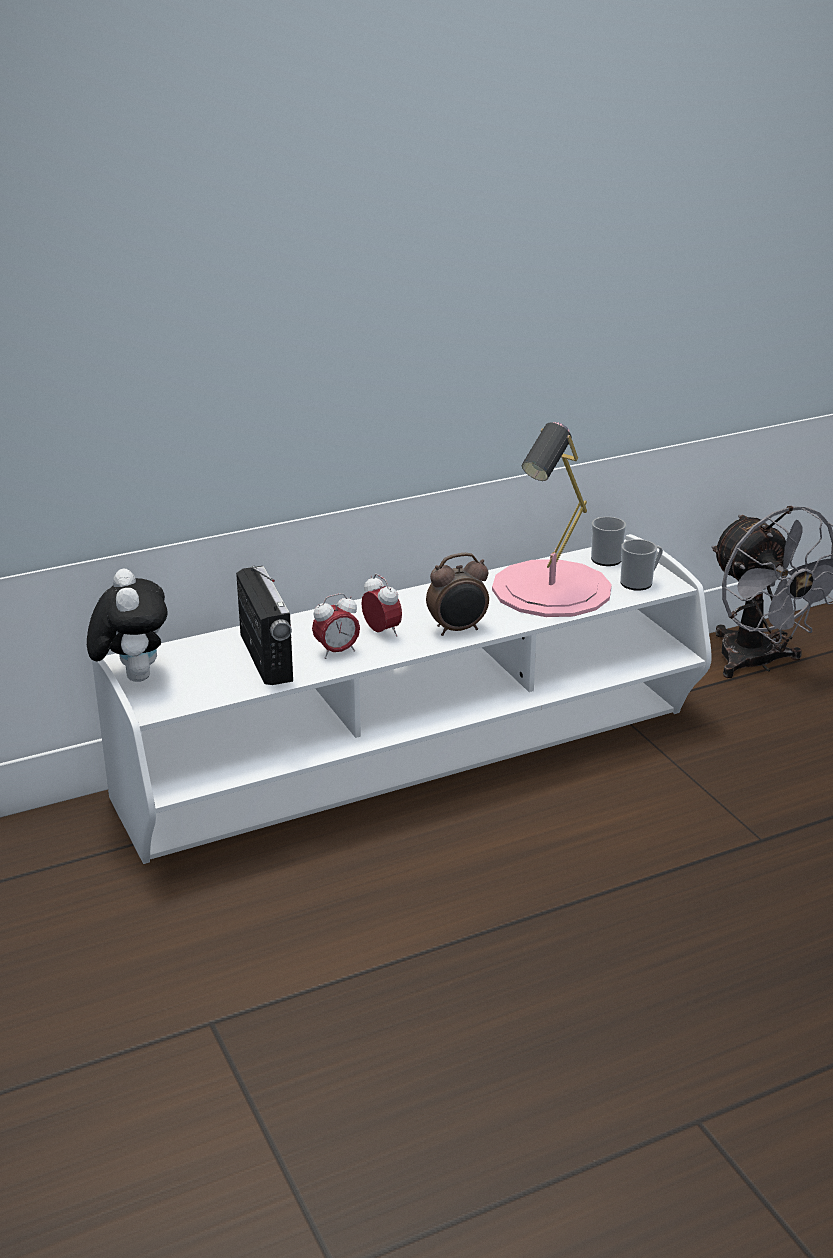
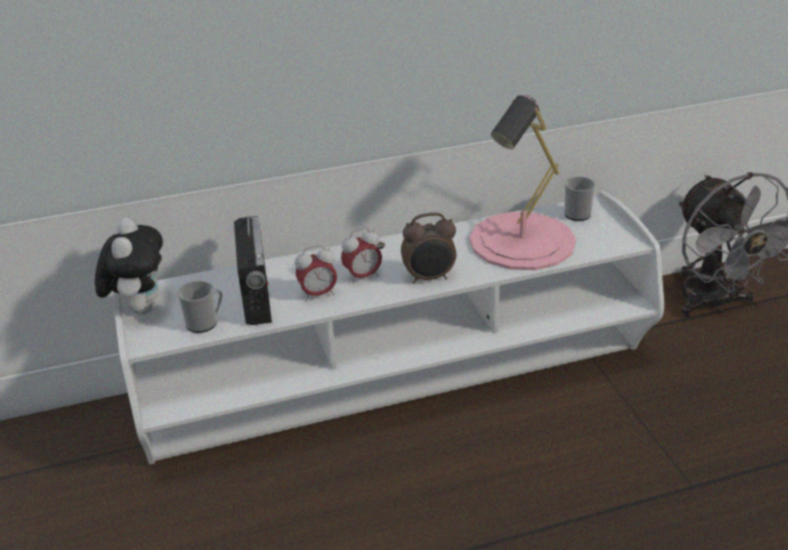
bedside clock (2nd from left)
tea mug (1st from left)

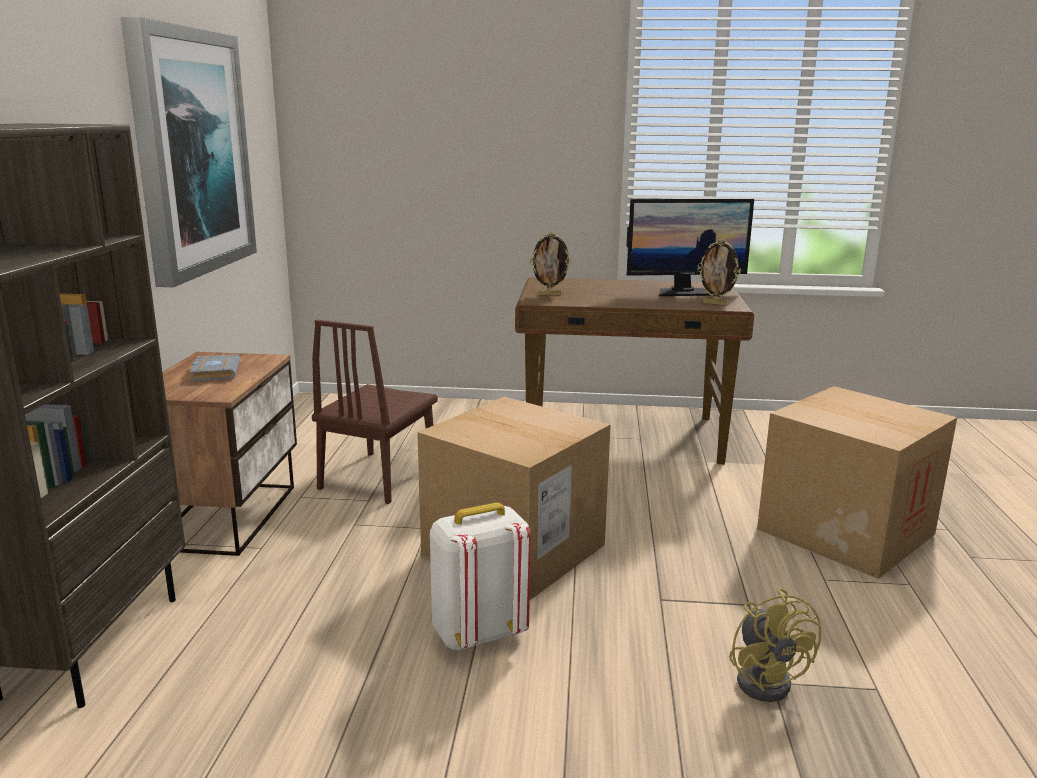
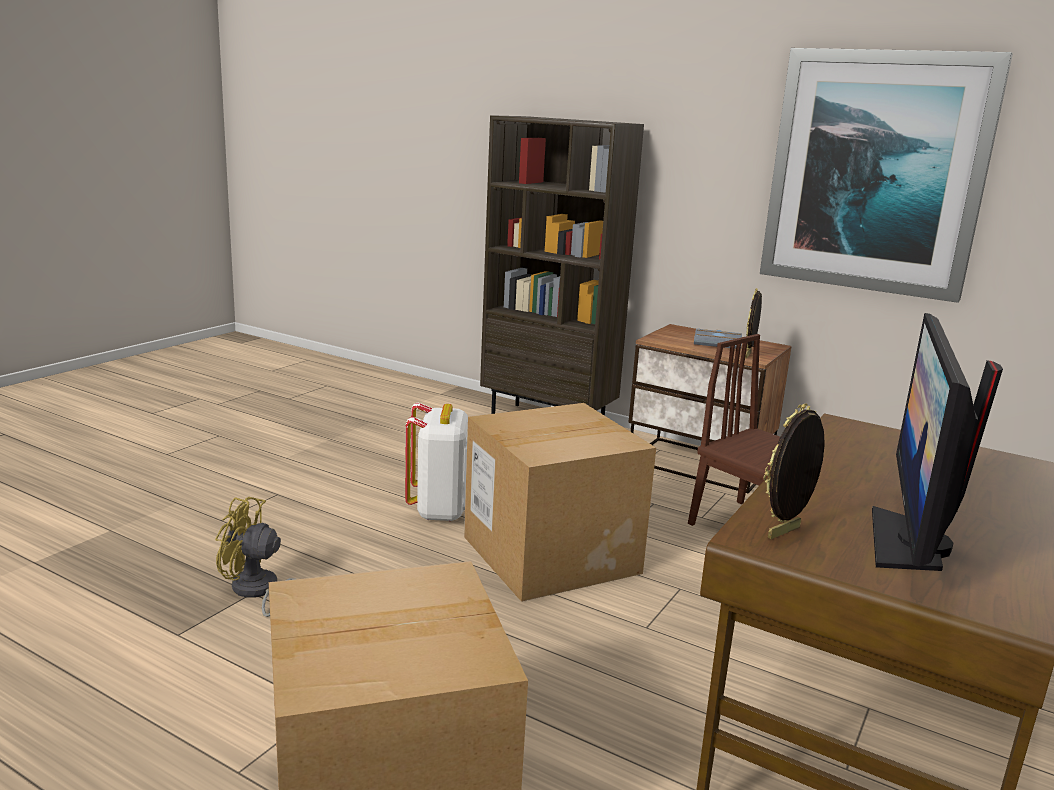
photo frame (1st from left)

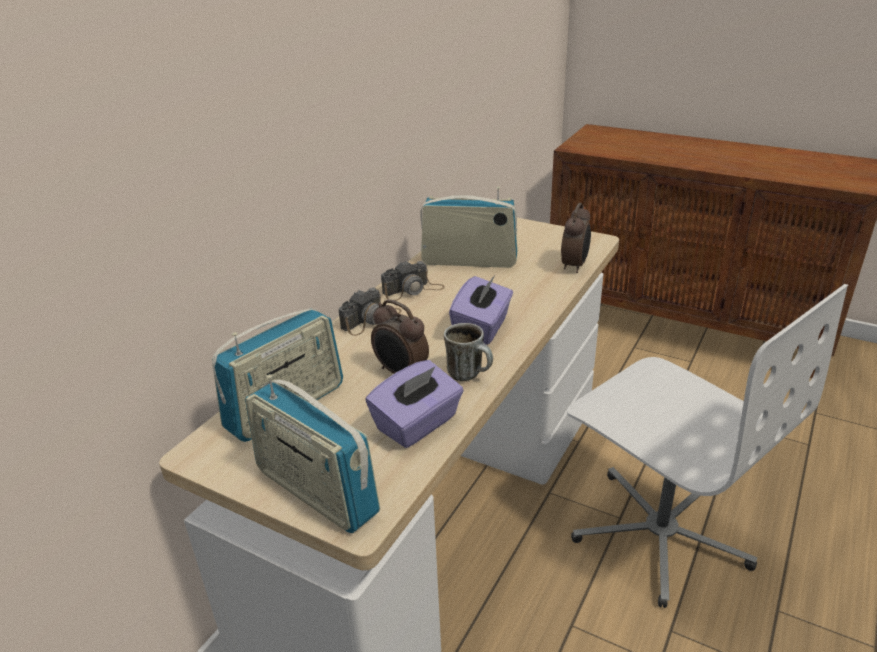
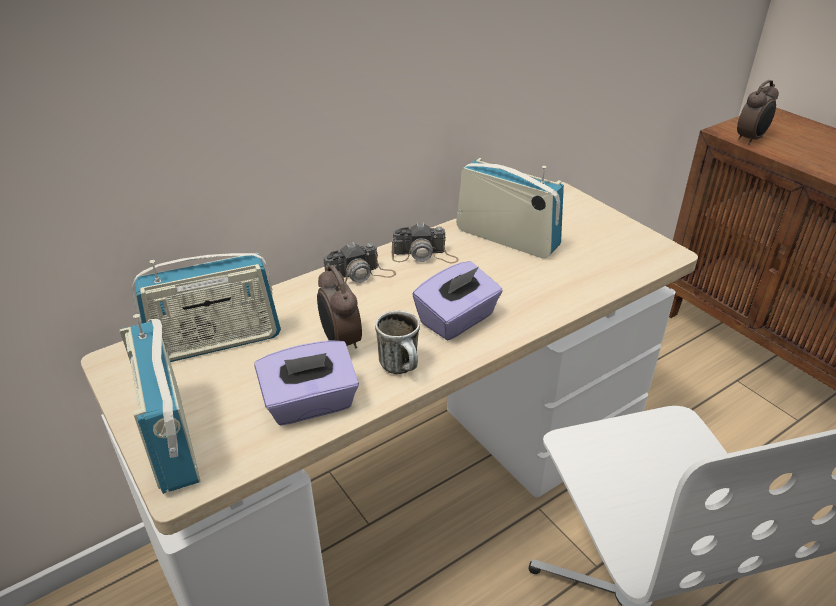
bedside clock (2nd from left)

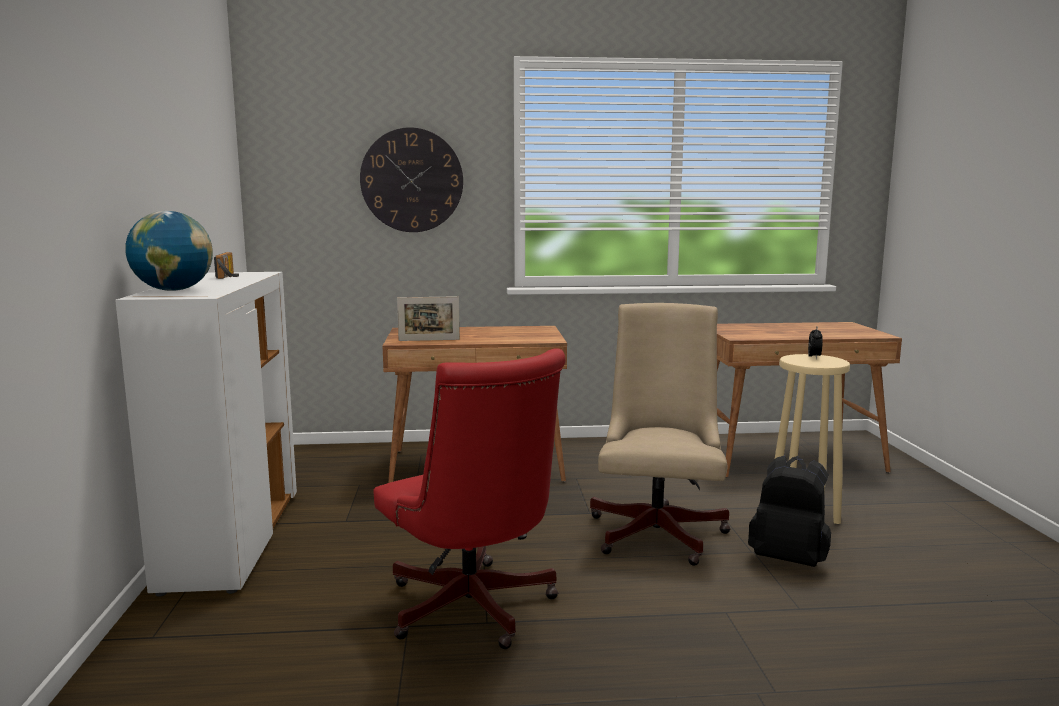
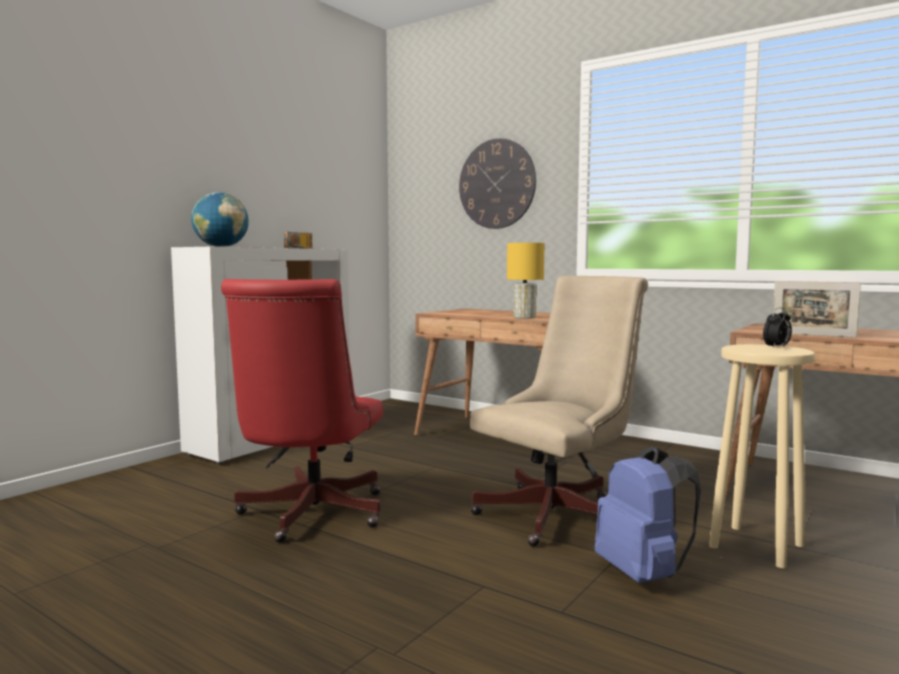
photo frame
blue-coloured backpack
yellow-coloured table lamp

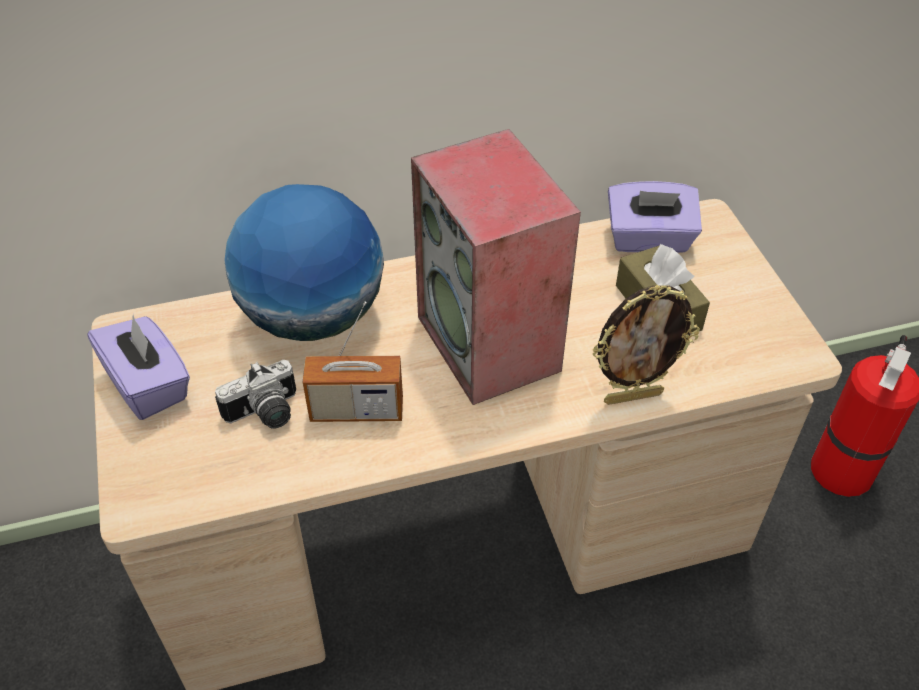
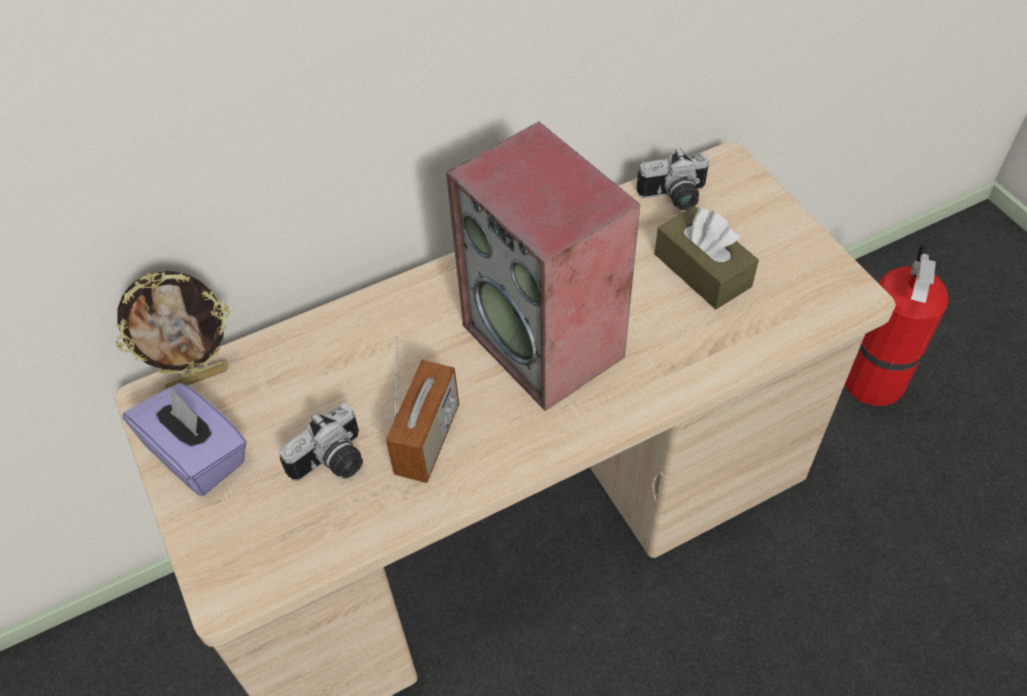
desk globe
radio receiver
photo frame
still camera (2nd from left)

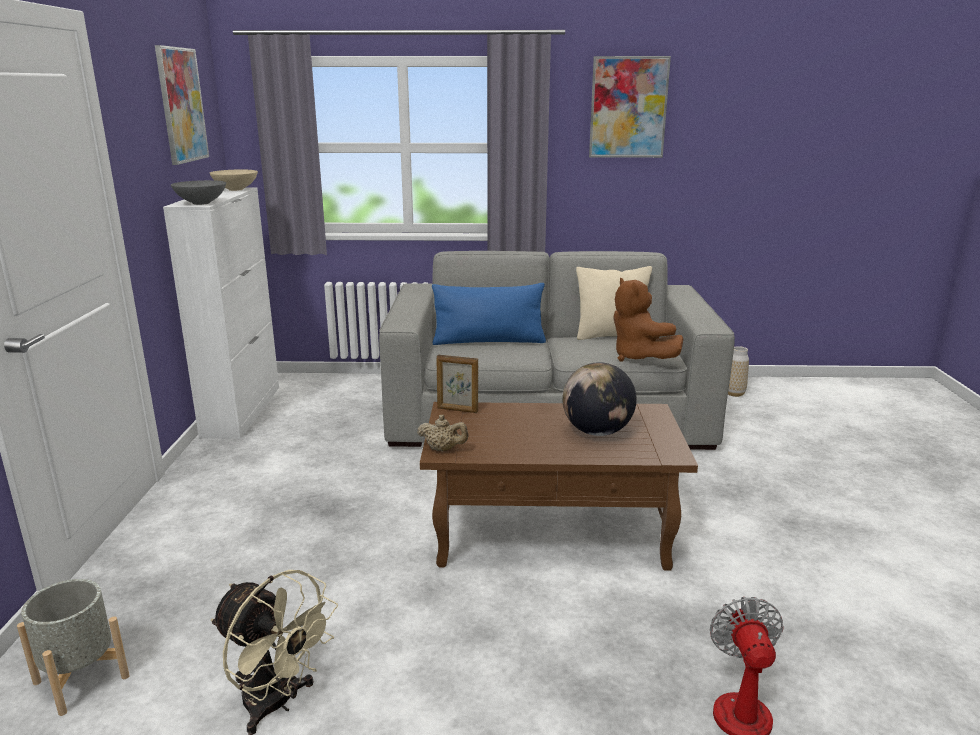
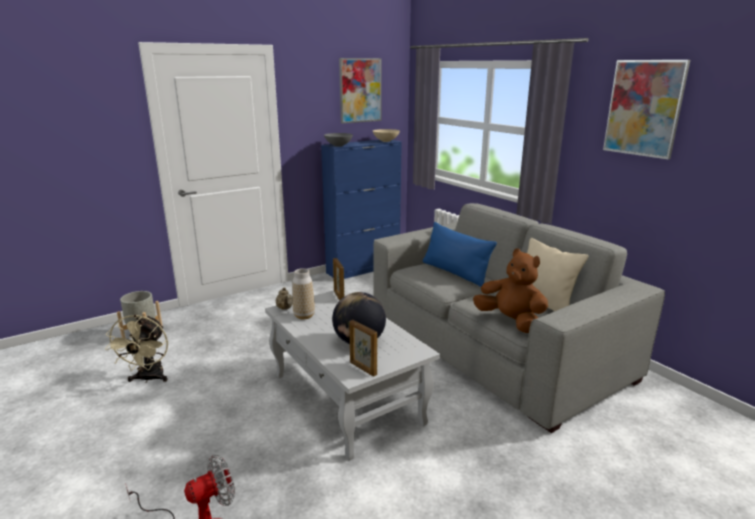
blue-coloured cupboard
white lounge table
brown cuddly toy
vase
photo frame (2nd from left)

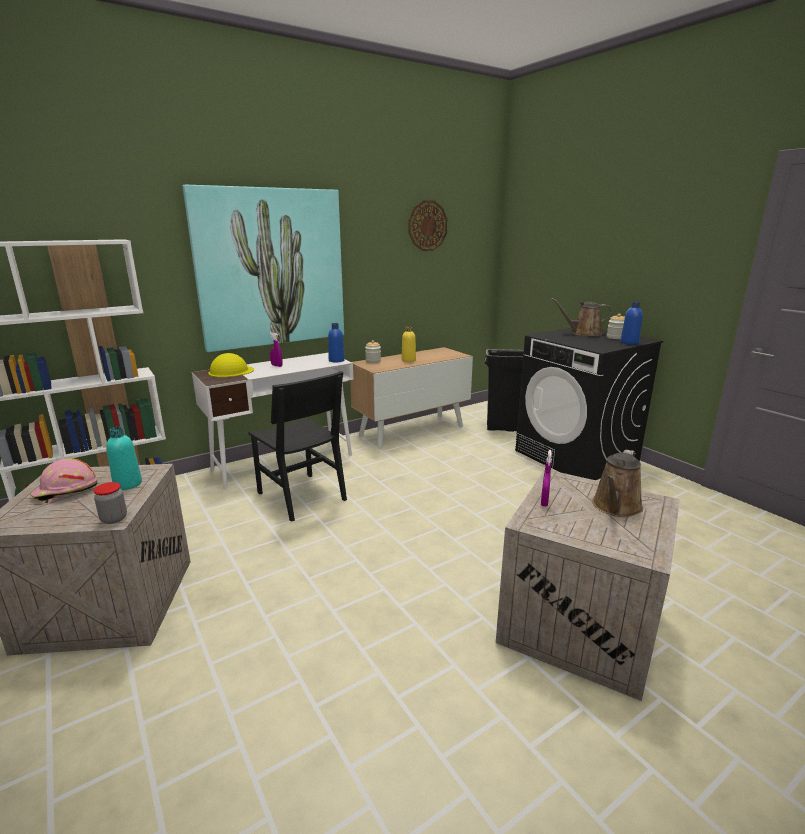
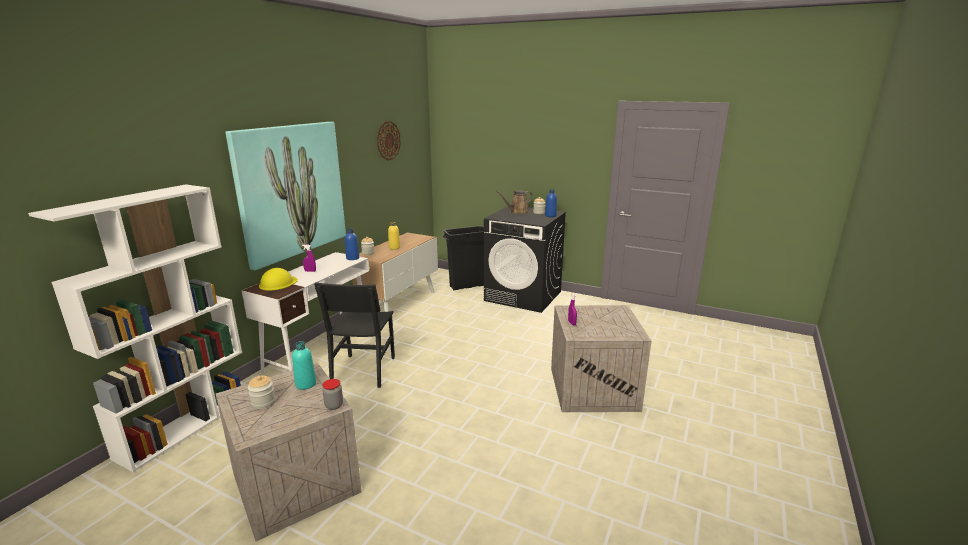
preserve jar (1st from left)
blackish upright chair
brown sprinkling can (2nd from left in the first image)

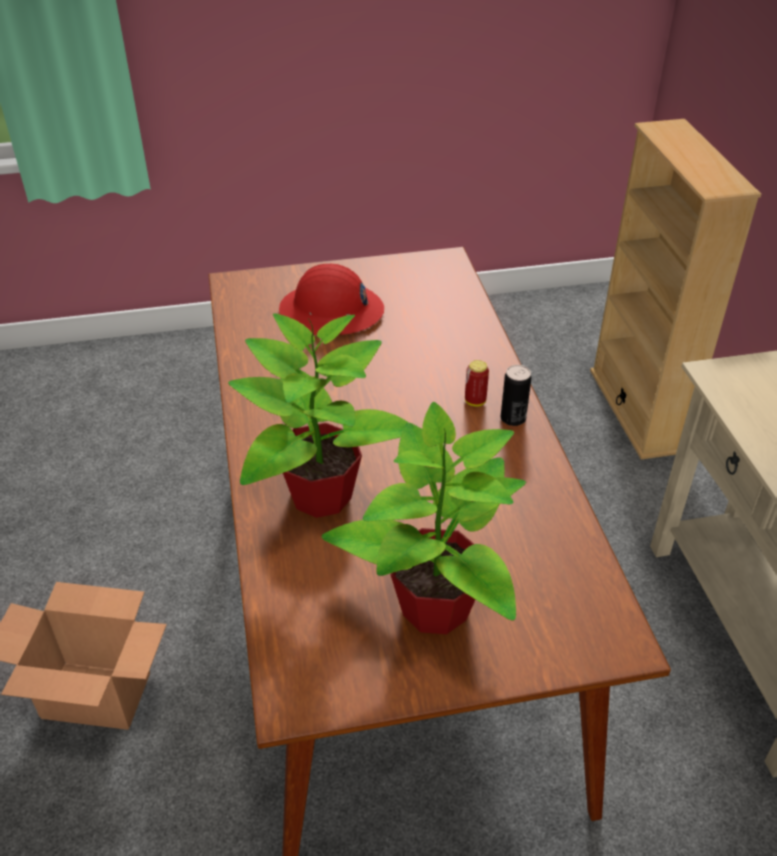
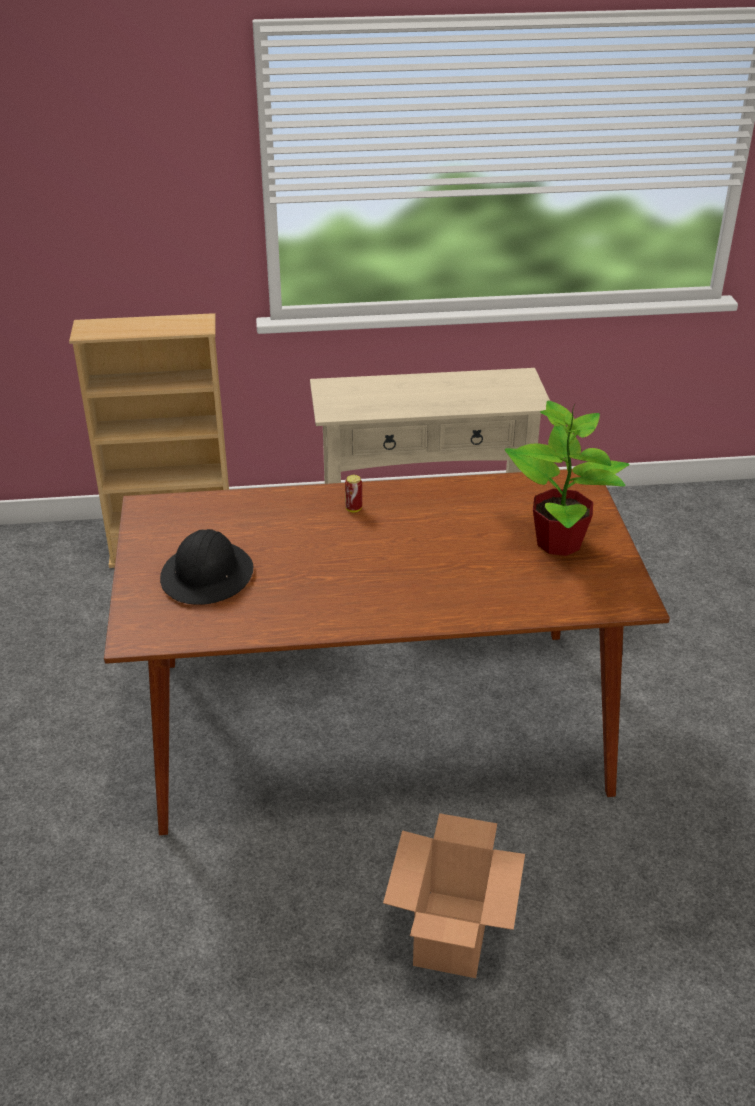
houseplant (1st from left in the first image)
blackish hard hat
metal can (2nd from left in the first image)

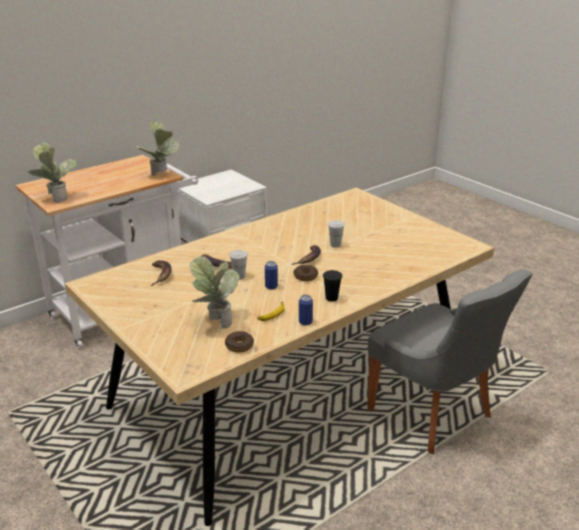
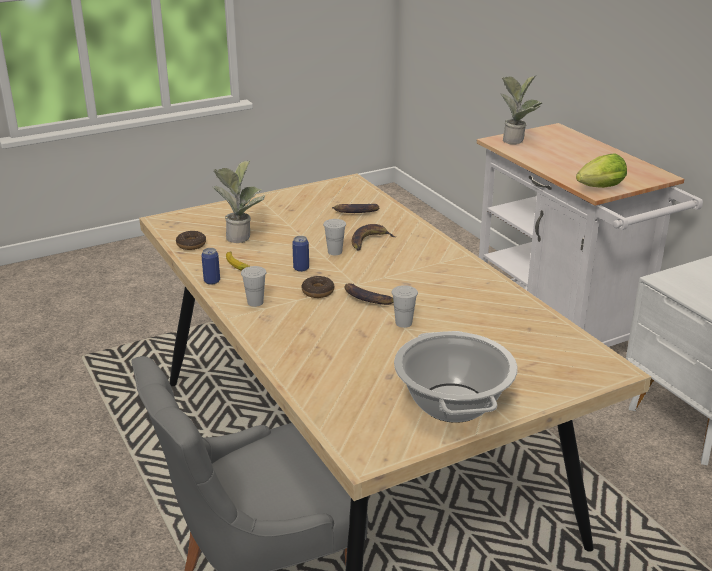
lettuce
white cup (1st from left)
stockpot

